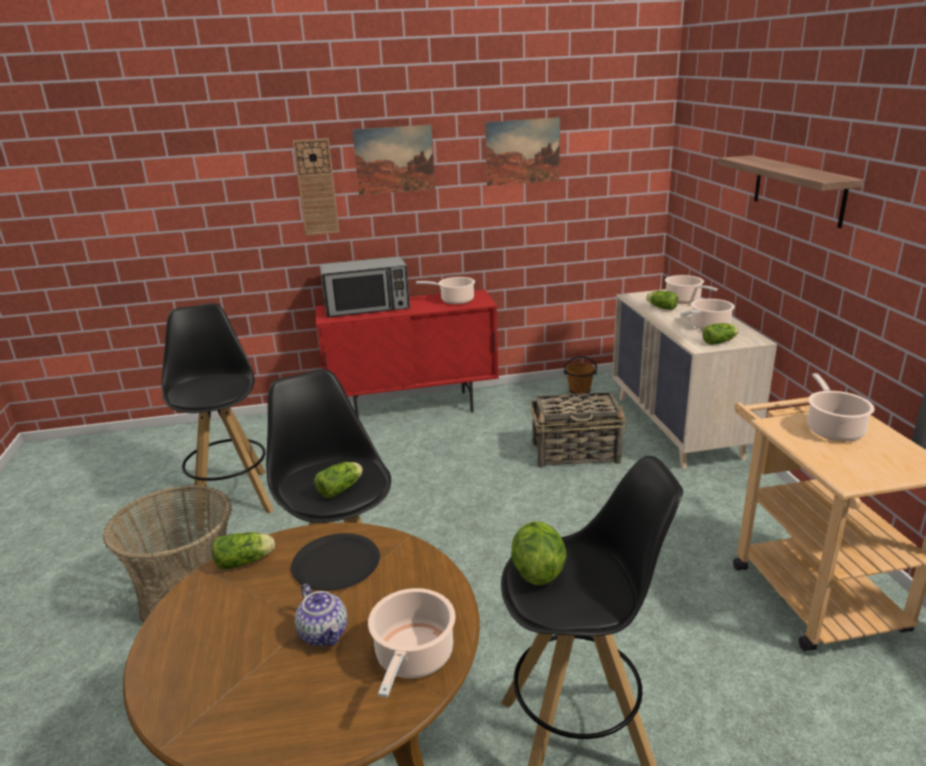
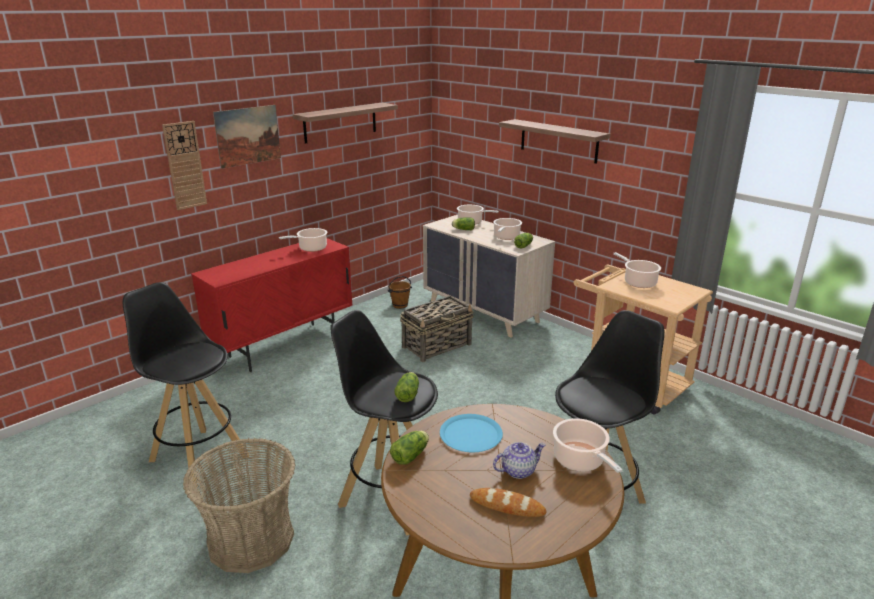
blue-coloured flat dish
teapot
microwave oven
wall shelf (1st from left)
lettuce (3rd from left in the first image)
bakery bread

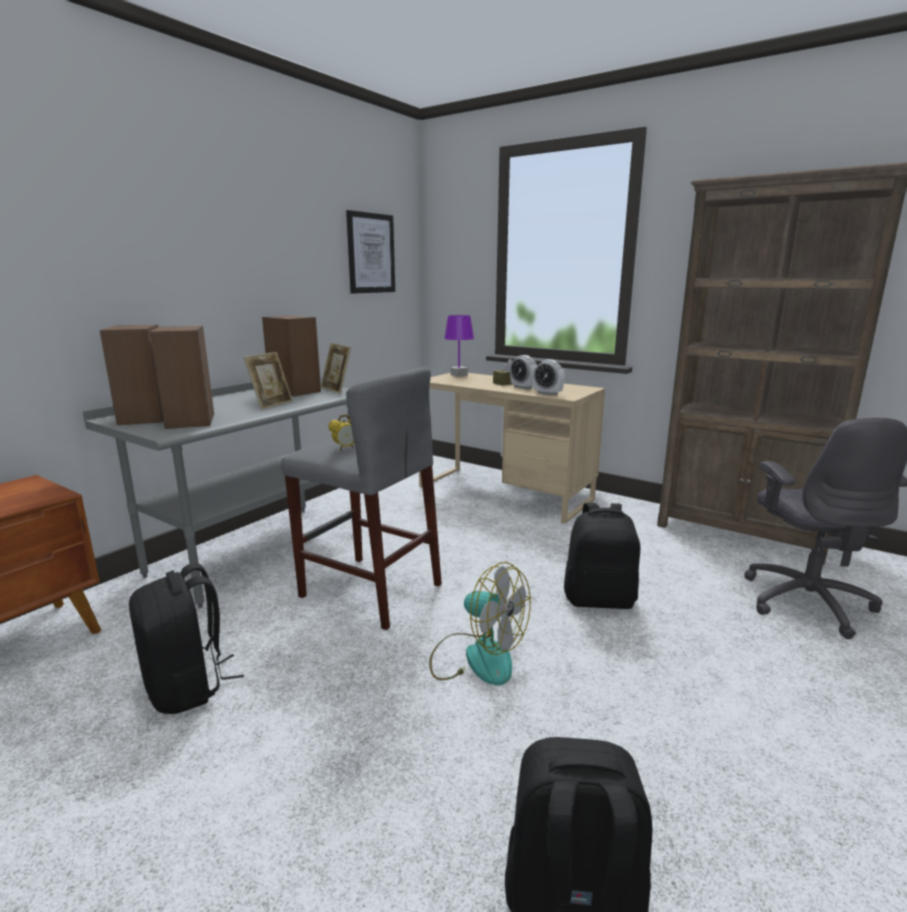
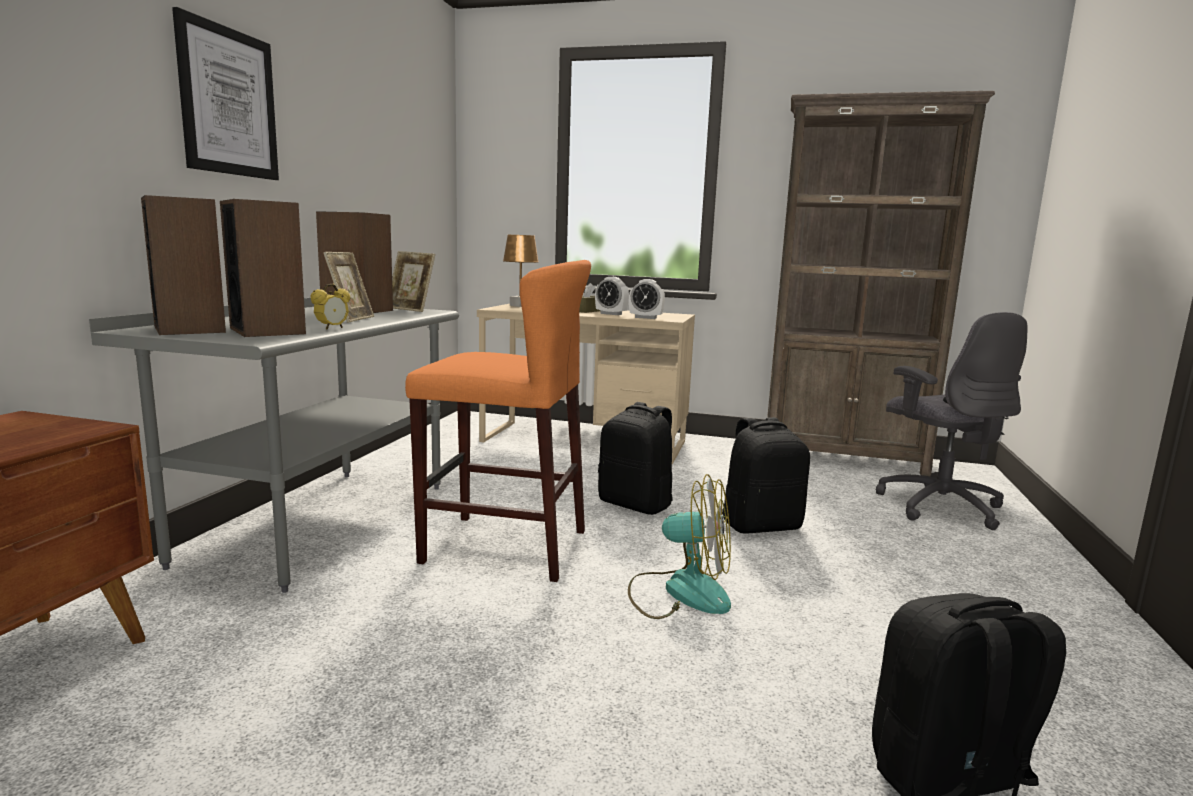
blackish backpack (1st from left)
orange-coloured stool seat
bedside clock (1st from left)
wall picture
brown table lamp

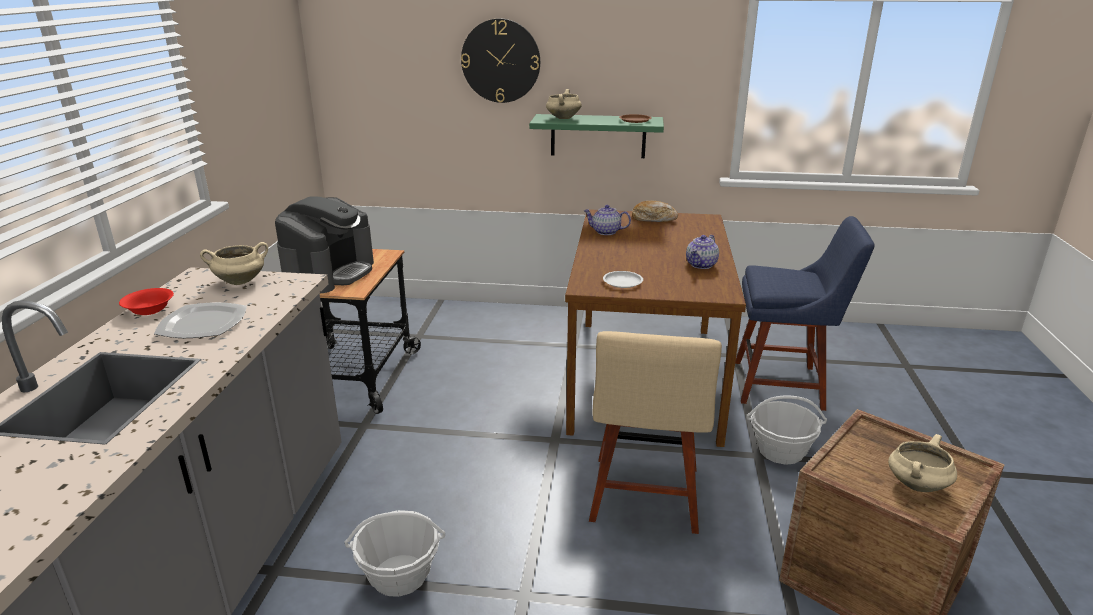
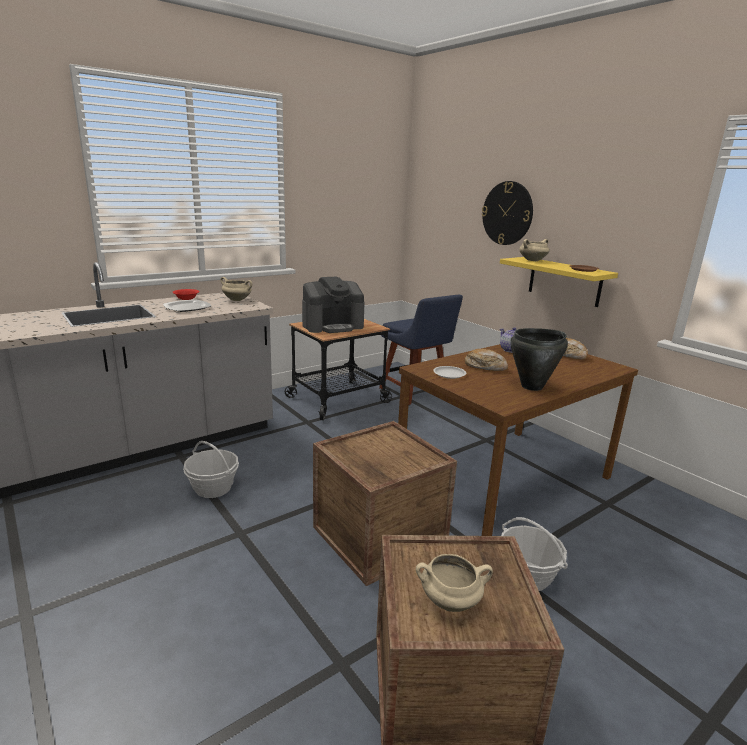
yellow-coloured wall shelf
shipping crate (1st from left)
blackish stockpot
blue-coloured upright chair
bakery bread (1st from left)

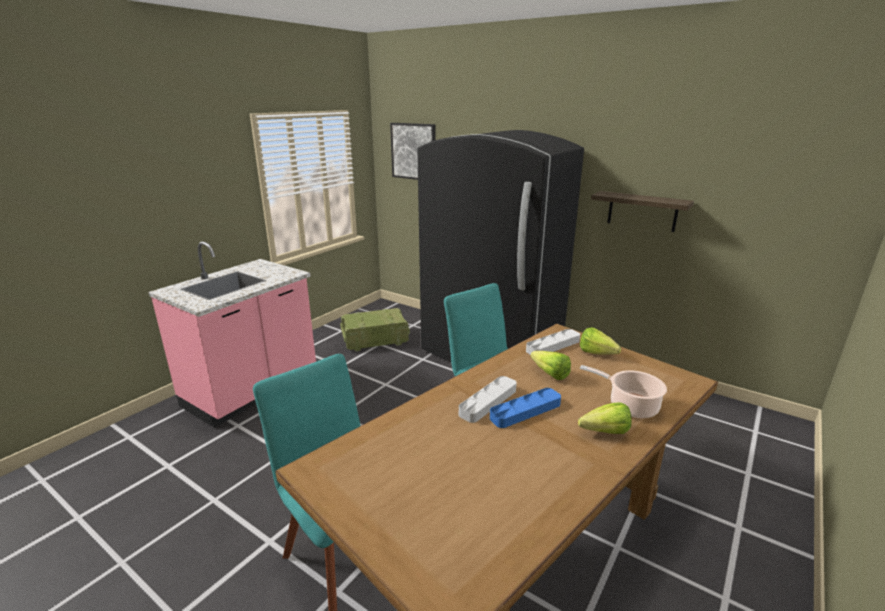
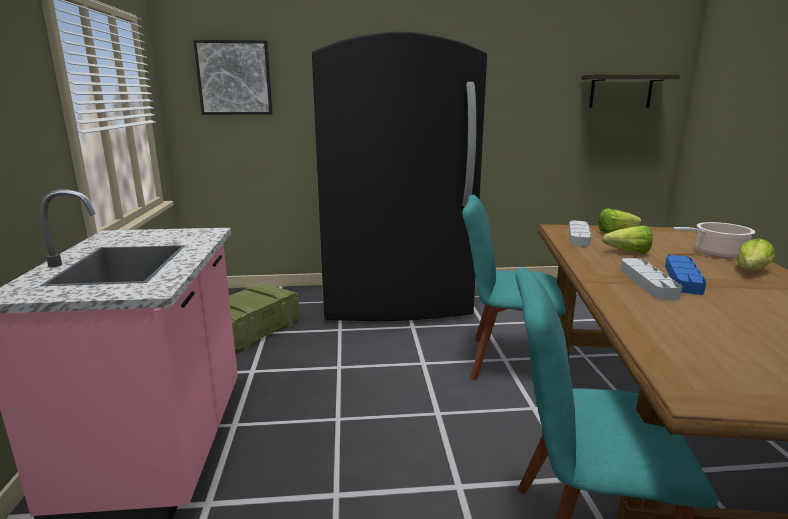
wall shelf

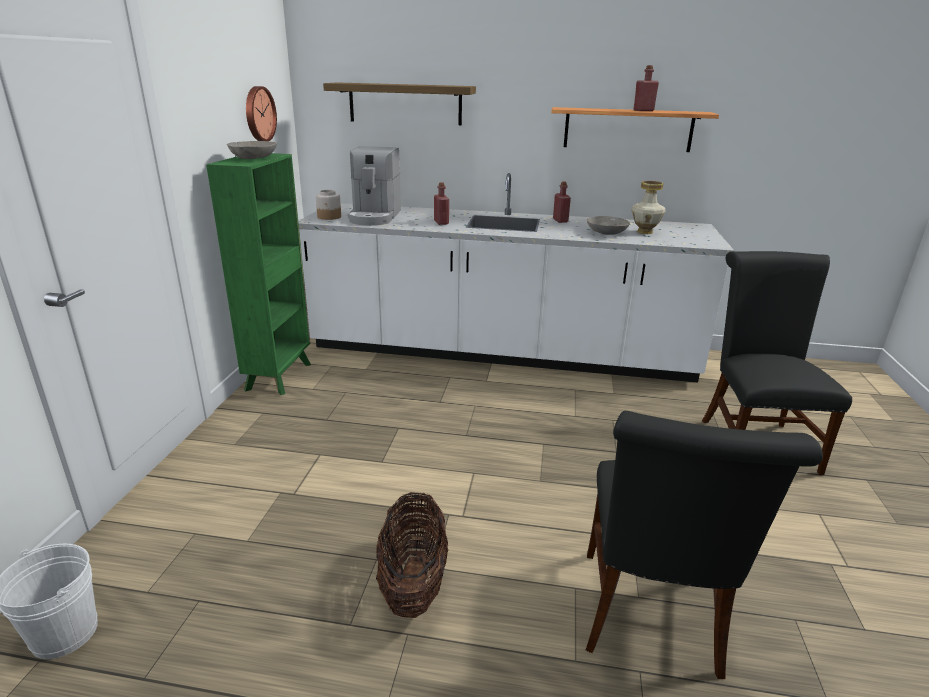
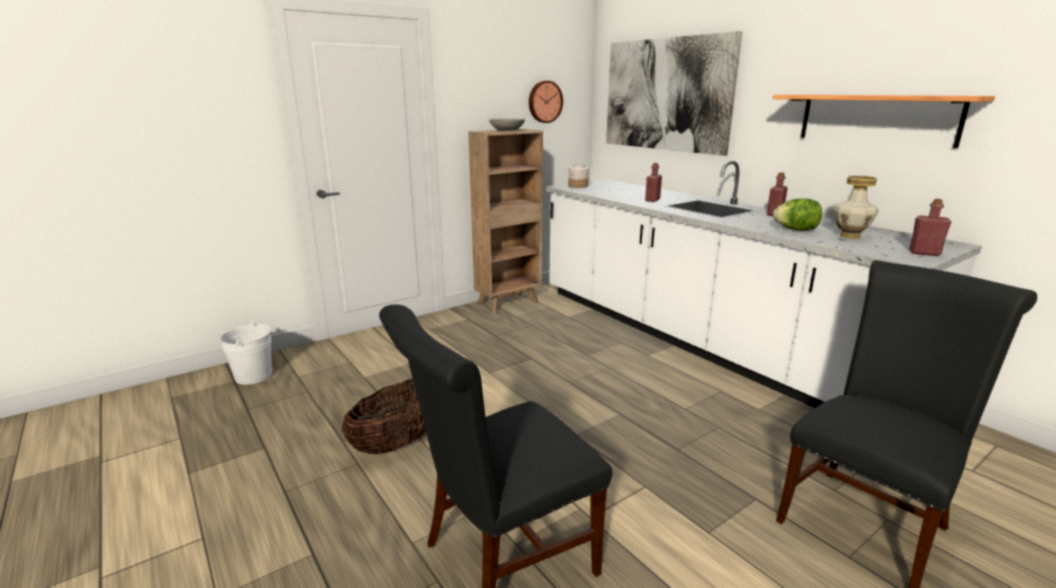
brown bookshelf
wall picture
coffee machine
lettuce
red beverage bottle (3rd from left)

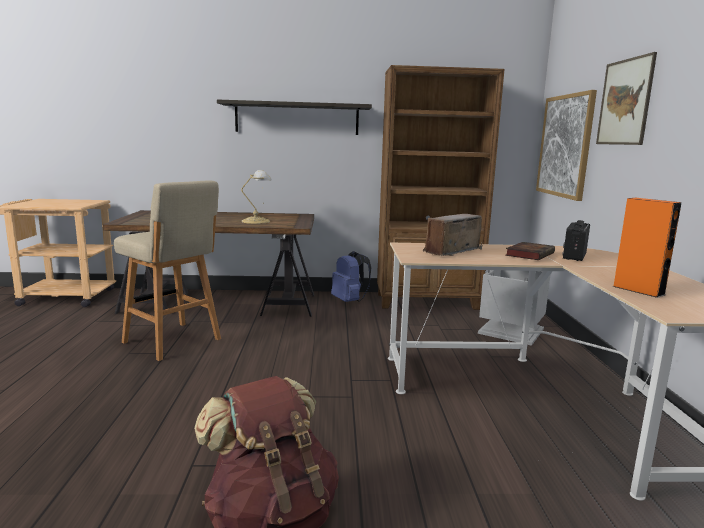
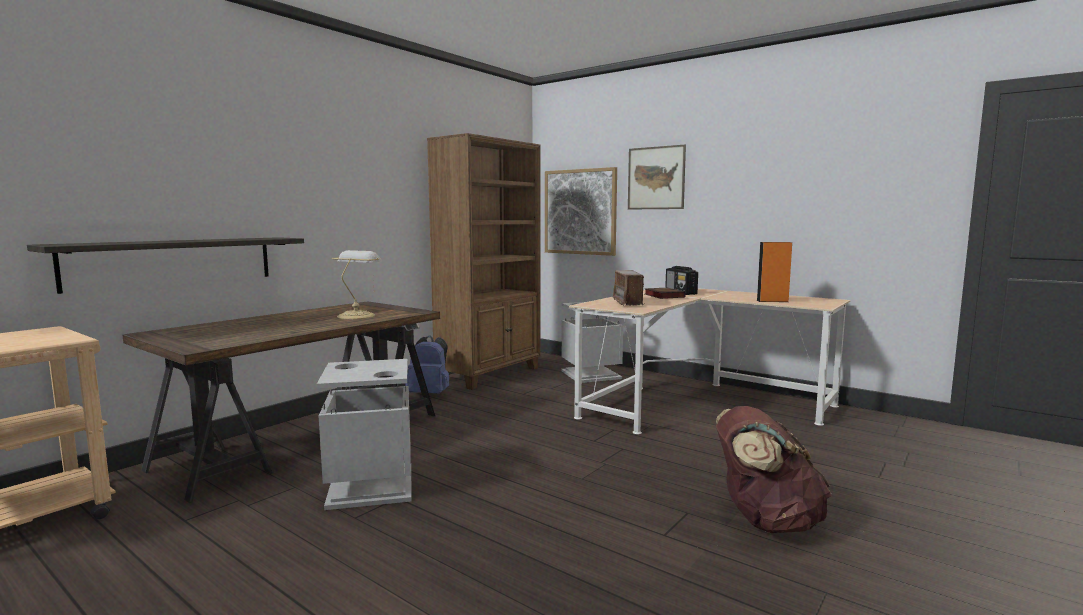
gray waste bin (1st from left)
wall shelf

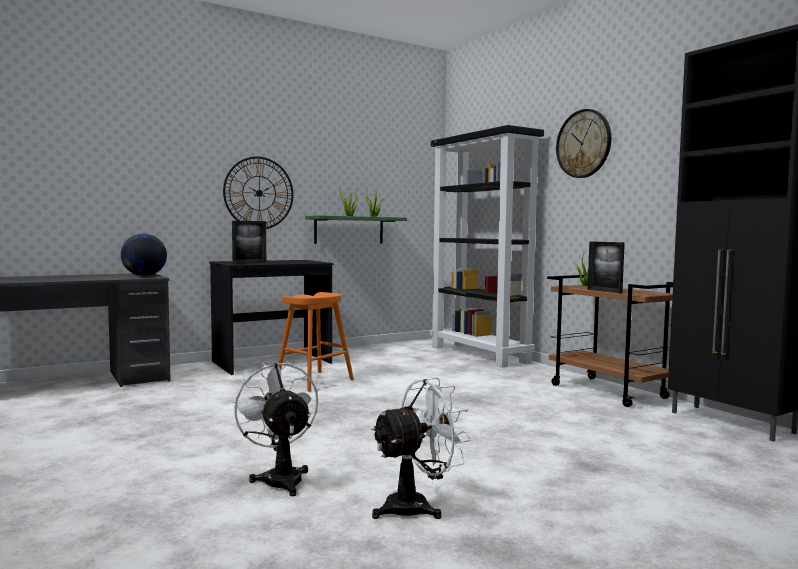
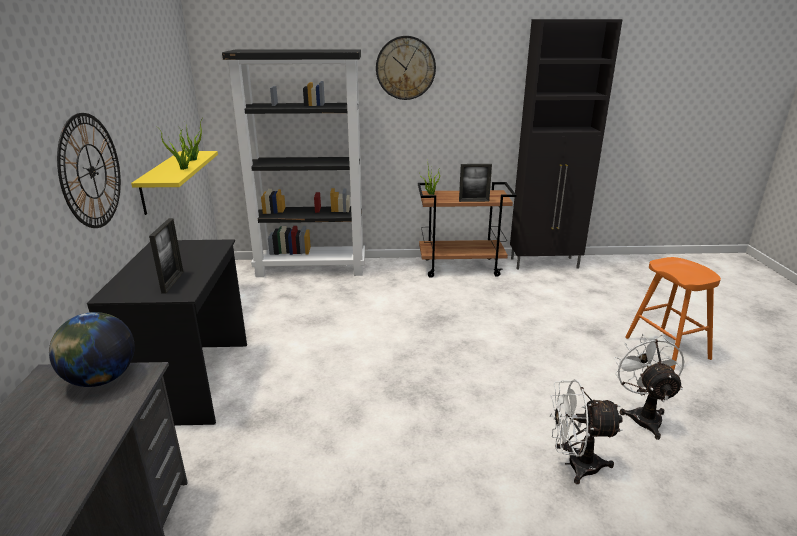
orange-coloured stool seat
yellow-coloured wall shelf

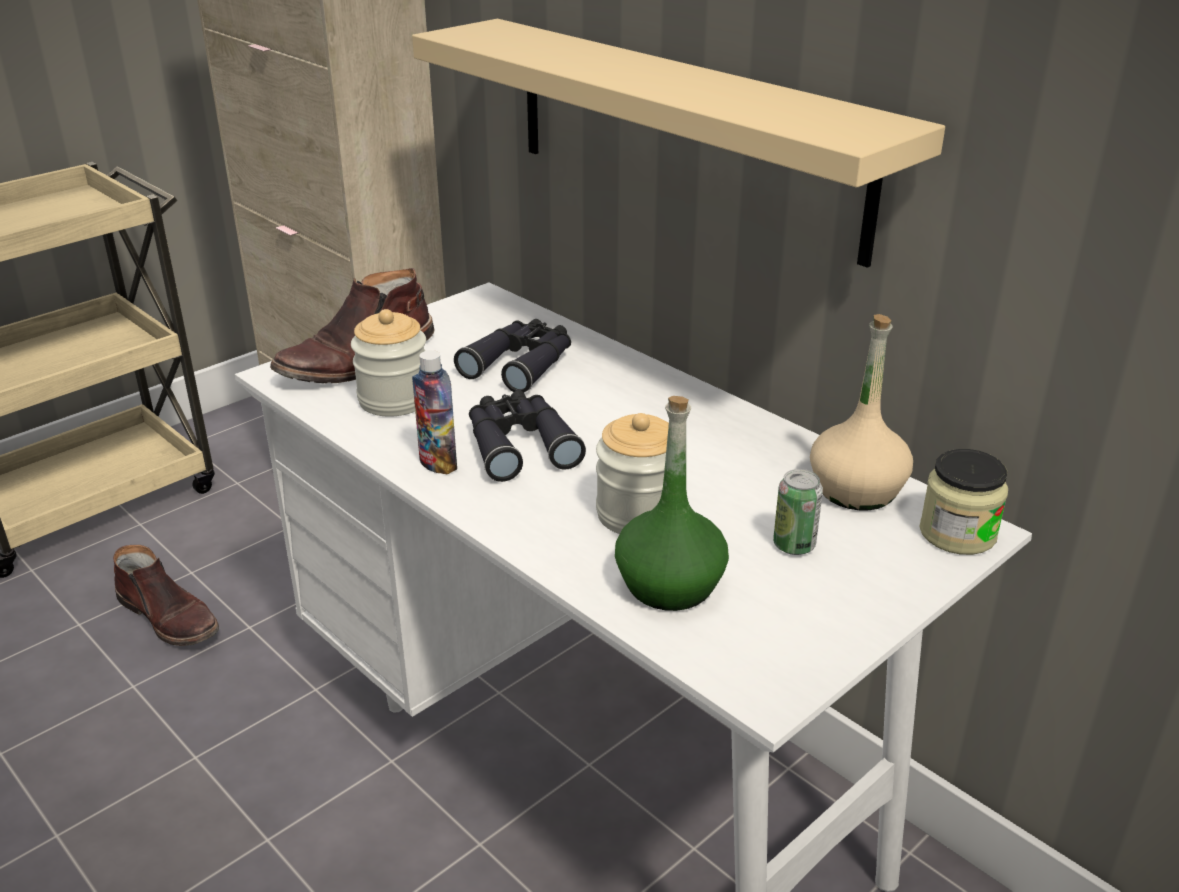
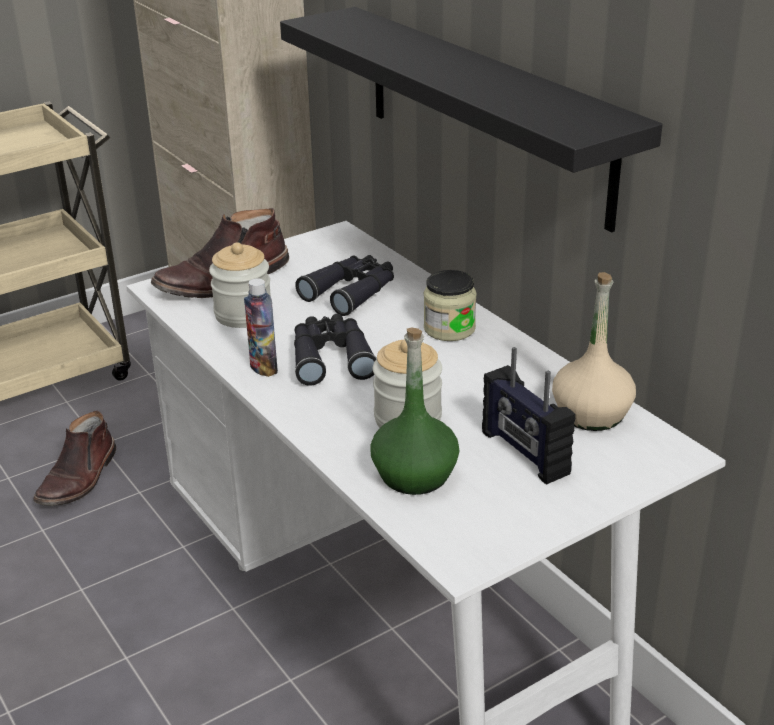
brown high-top boot (1st from left)
blackish wall shelf
radio receiver
preserve jar (3rd from left)

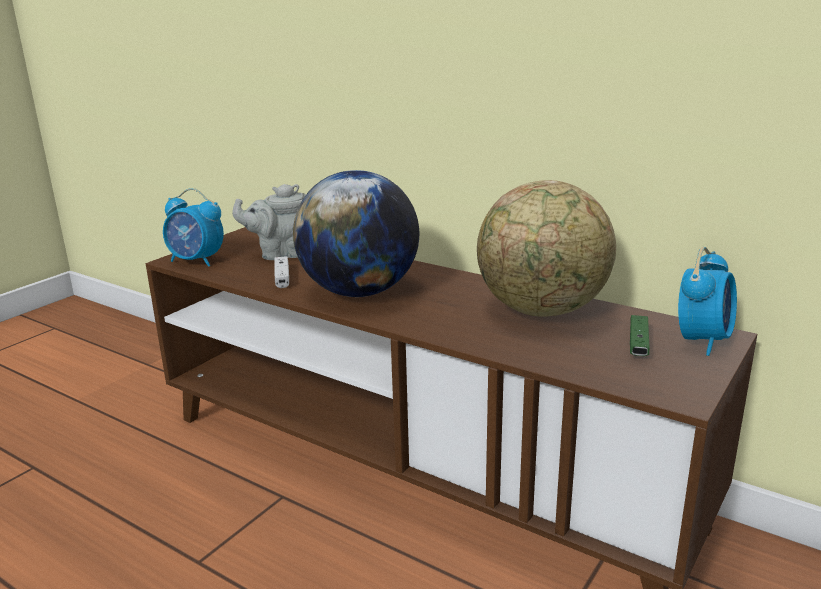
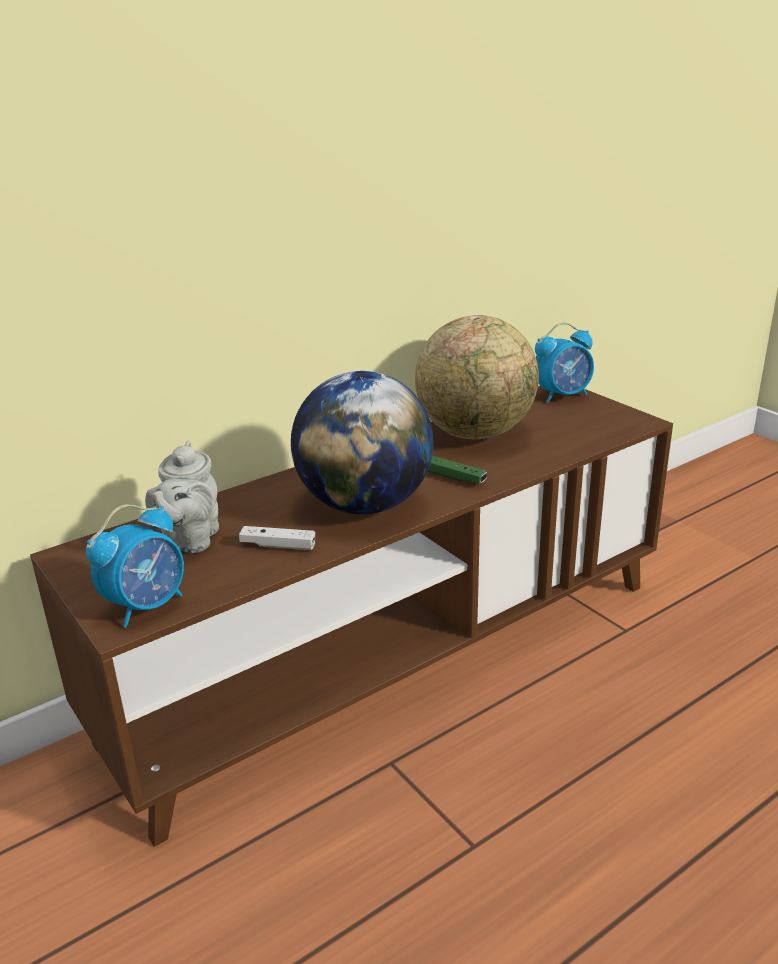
green gamepad
bedside clock (2nd from left)

